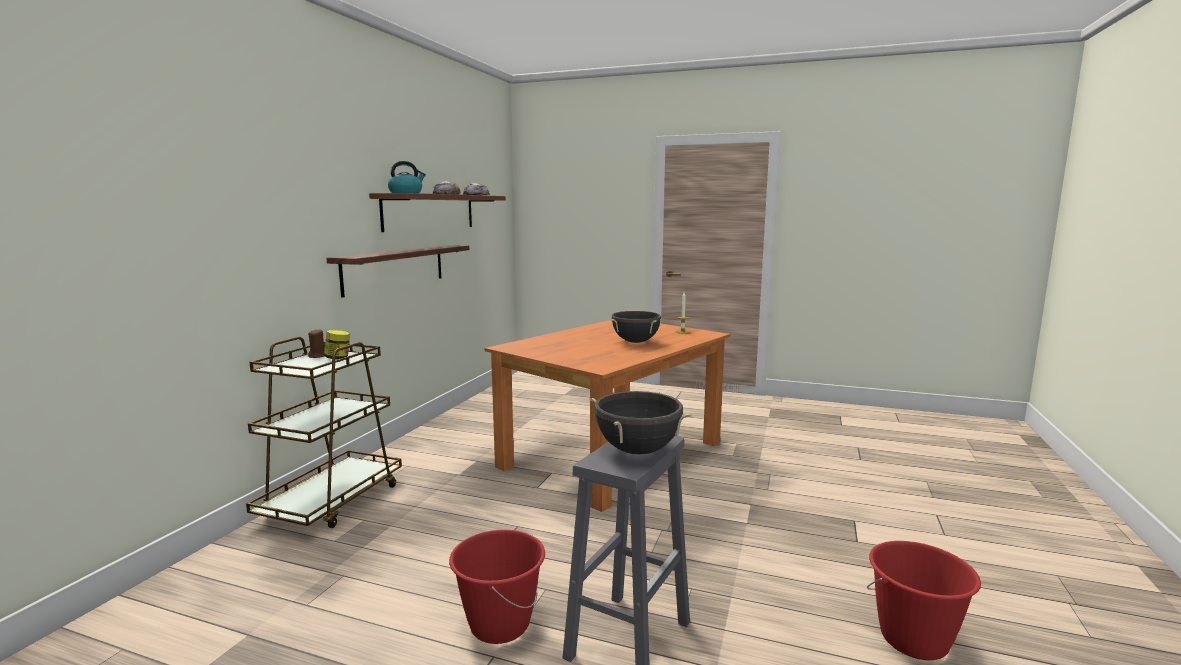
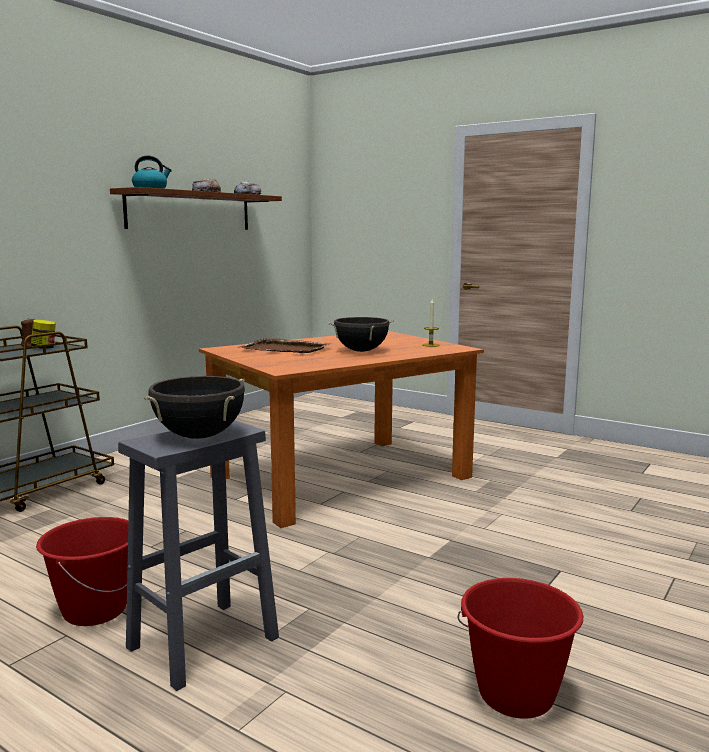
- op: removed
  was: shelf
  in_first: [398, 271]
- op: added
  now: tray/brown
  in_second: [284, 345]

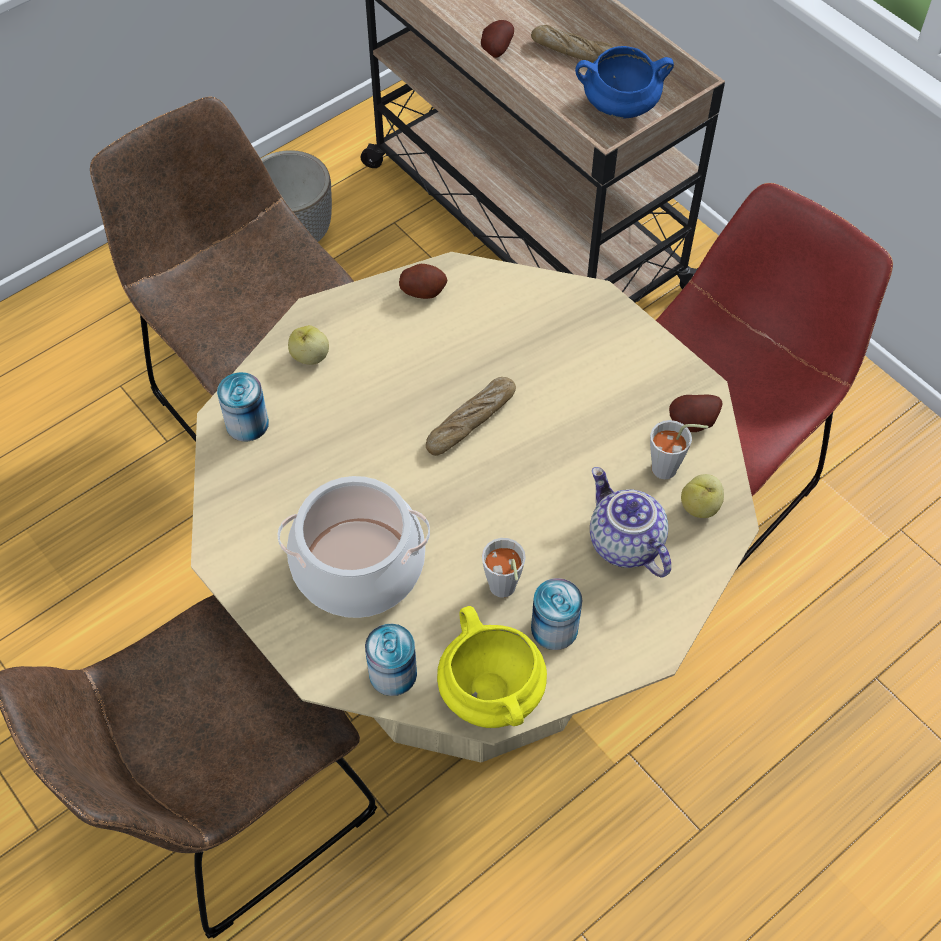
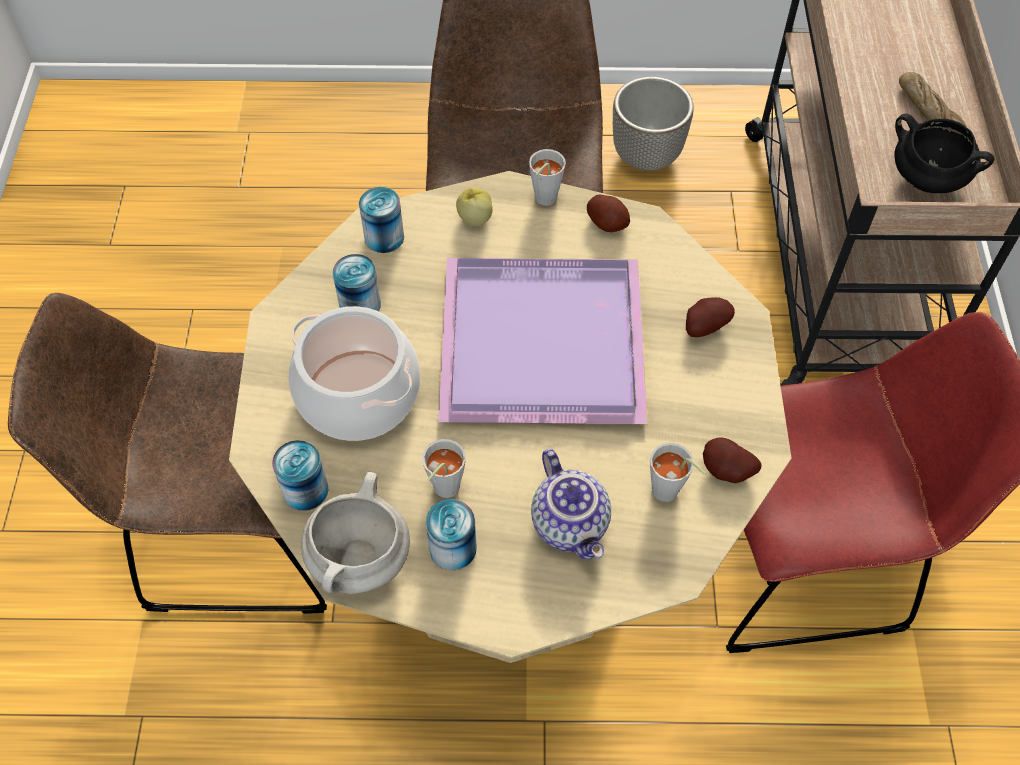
- op: replaced
  was: bread
  now: tray/purple
  in_first: [471, 416]
  in_second: [543, 341]
- op: recoloured
  was: cooking pot/yellow
  now: cooking pot/white
  in_first: [492, 667]
  in_second: [355, 533]
- op: moved
  was: potato
  in_first: [497, 39]
  in_second: [710, 317]
- op: recoloured
  was: cooking pot/blue
  now: cooking pot/black
  in_first: [624, 82]
  in_second: [945, 153]
- op: turned
  was: teapot
  in_first: [630, 522]
  in_second: [571, 504]
  clockwise: 150
- op: removed
  was: apple
  in_first: [702, 496]
- op: added
  now: can
  in_second: [356, 282]
- op: added
  now: cup/grey
  in_second: [547, 177]

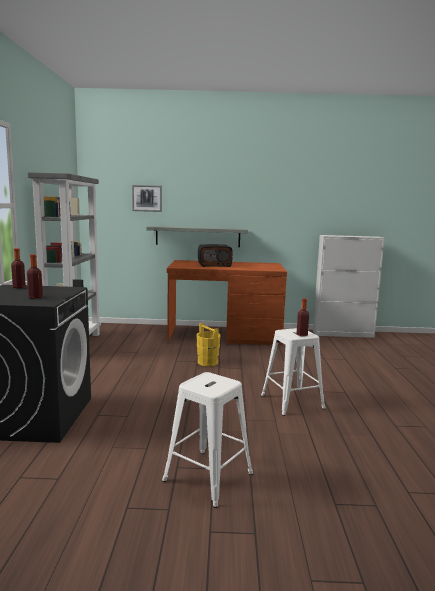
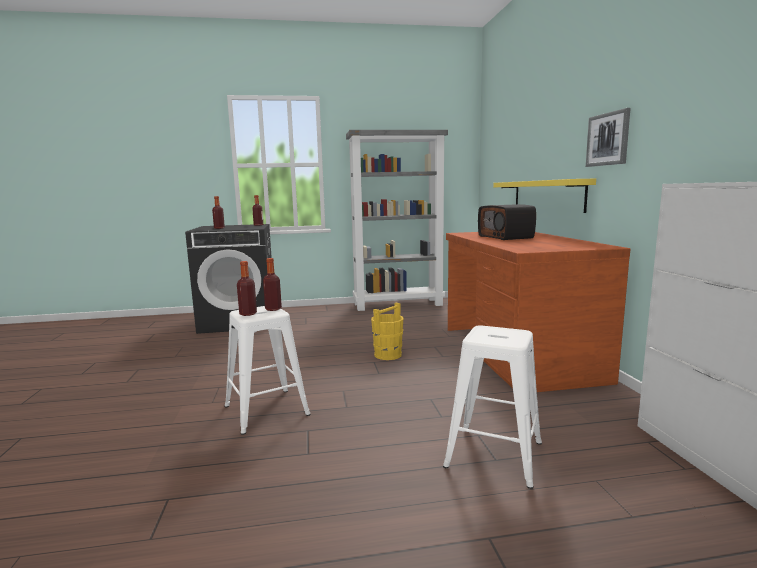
- op: moved
  was: picture
  in_first: [147, 198]
  in_second: [608, 137]
- op: recoloured
  was: shelf/grey
  now: shelf/yellow
  in_first: [197, 236]
  in_second: [544, 196]
- op: moved
  was: stool/white
  in_first: [207, 440]
  in_second: [492, 407]
- op: added
  now: bottle
  in_second: [272, 284]

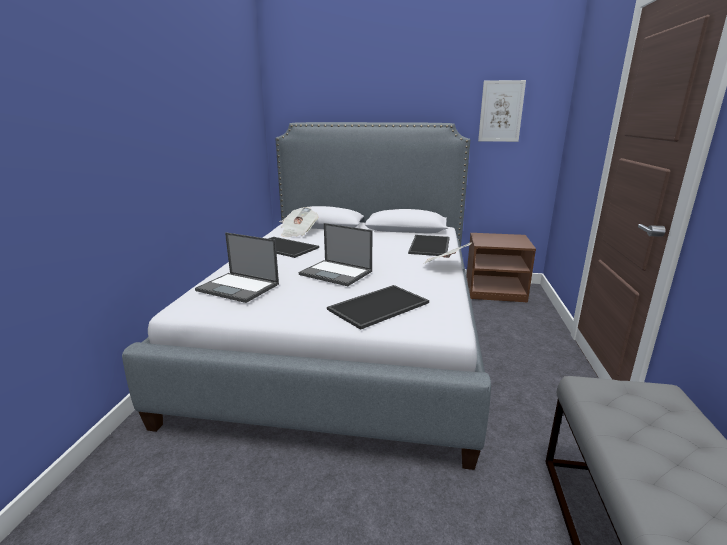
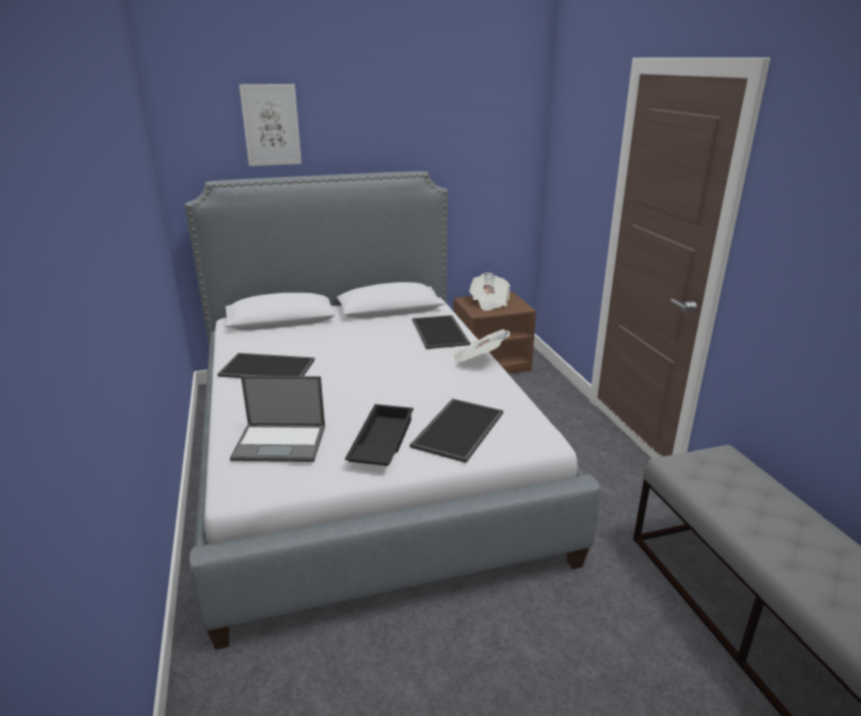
- op: moved
  was: newspaper
  in_first: [299, 222]
  in_second: [489, 292]
- op: removed
  was: laptop
  in_first: [336, 254]
- op: moved
  was: picture
  in_first: [502, 111]
  in_second: [270, 125]
- op: added
  now: tray/black
  in_second: [379, 435]

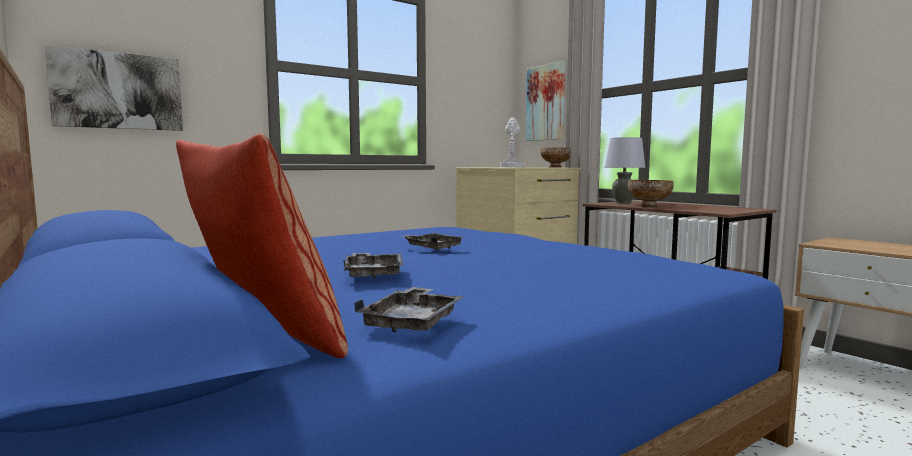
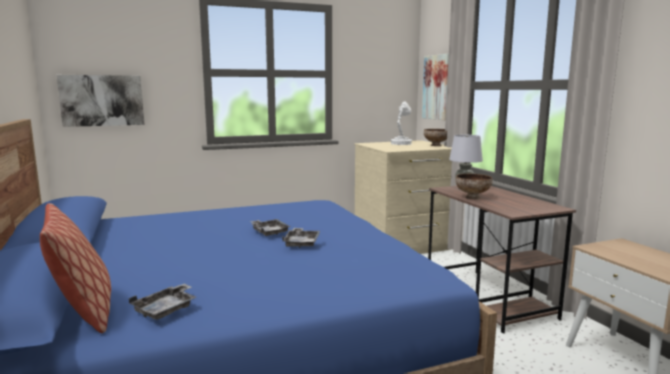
- op: moved
  was: tray/grey
  in_first: [373, 266]
  in_second: [301, 238]

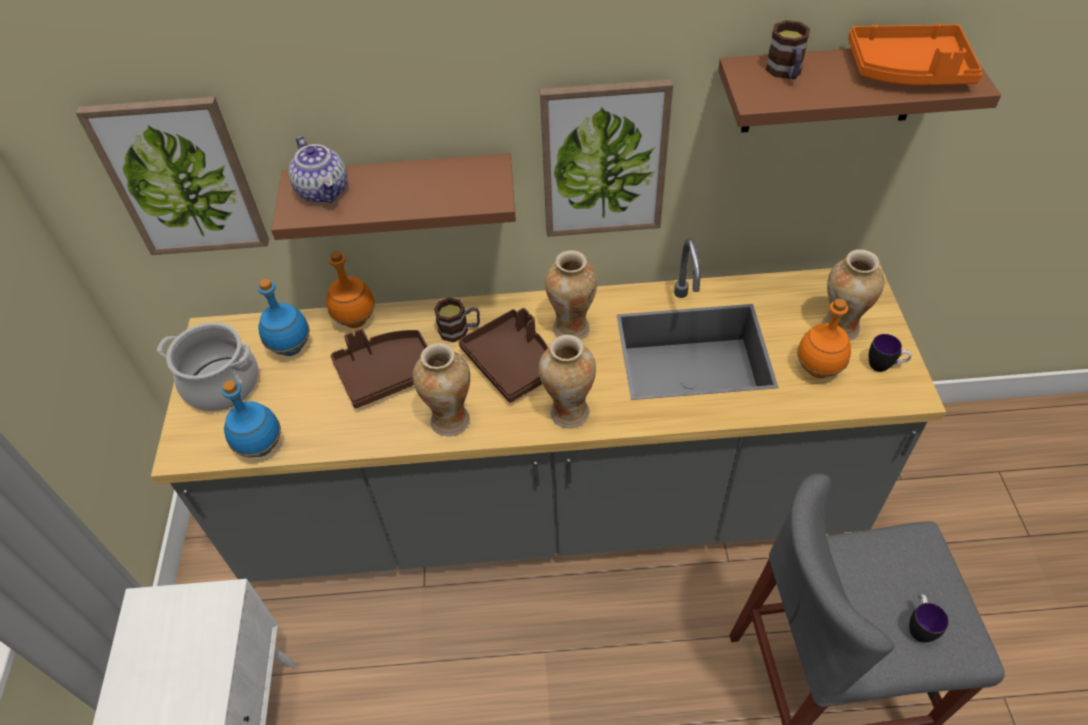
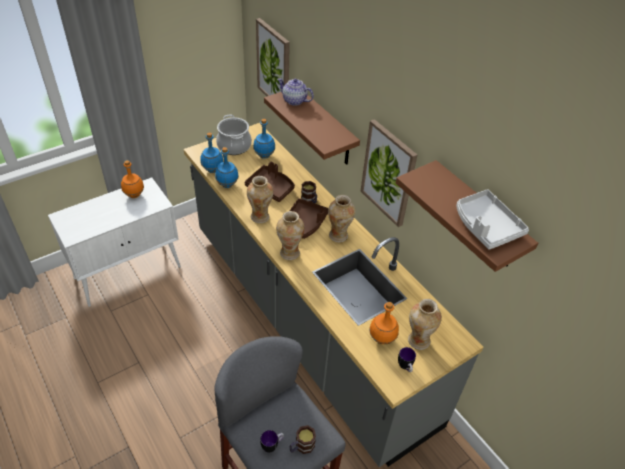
- op: turned
  was: teapot
  in_first: [318, 169]
  in_second: [295, 92]
  clockwise: 90
- op: moved
  was: bottle/orange
  in_first: [350, 289]
  in_second: [132, 179]
- op: moved
  was: mug
  in_first: [788, 49]
  in_second: [303, 439]
- op: recoloured
  was: tray/orange
  now: tray/grey
  in_first: [915, 54]
  in_second: [492, 219]
- op: added
  now: bottle/blue
  in_second: [227, 167]

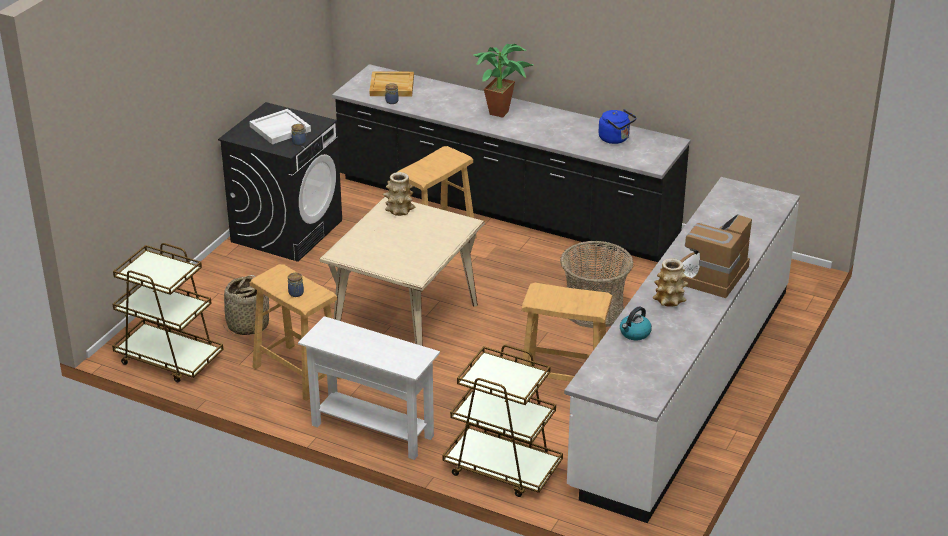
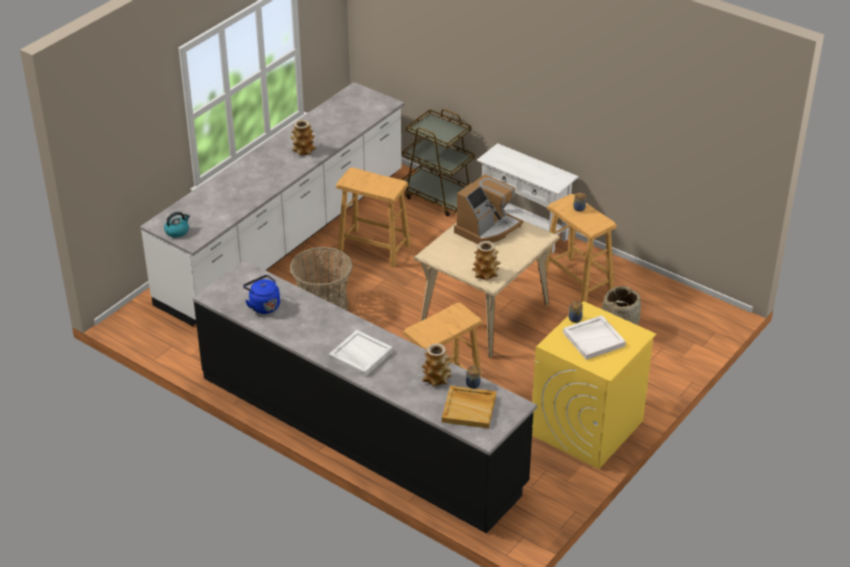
- op: removed
  was: cart/brown
  in_first: [168, 313]
- op: recoloured
  was: washing machine/black
  now: washing machine/yellow
  in_first: [280, 182]
  in_second: [594, 385]
- op: replaced
  was: potted plant
  now: tray/white
  in_first: [503, 81]
  in_second: [361, 353]
- op: moved
  was: kettle
  in_first: [636, 323]
  in_second: [177, 225]
- op: moved
  was: coffee machine
  in_first: [716, 256]
  in_second: [488, 209]
- op: added
  now: vase
  in_second: [437, 365]

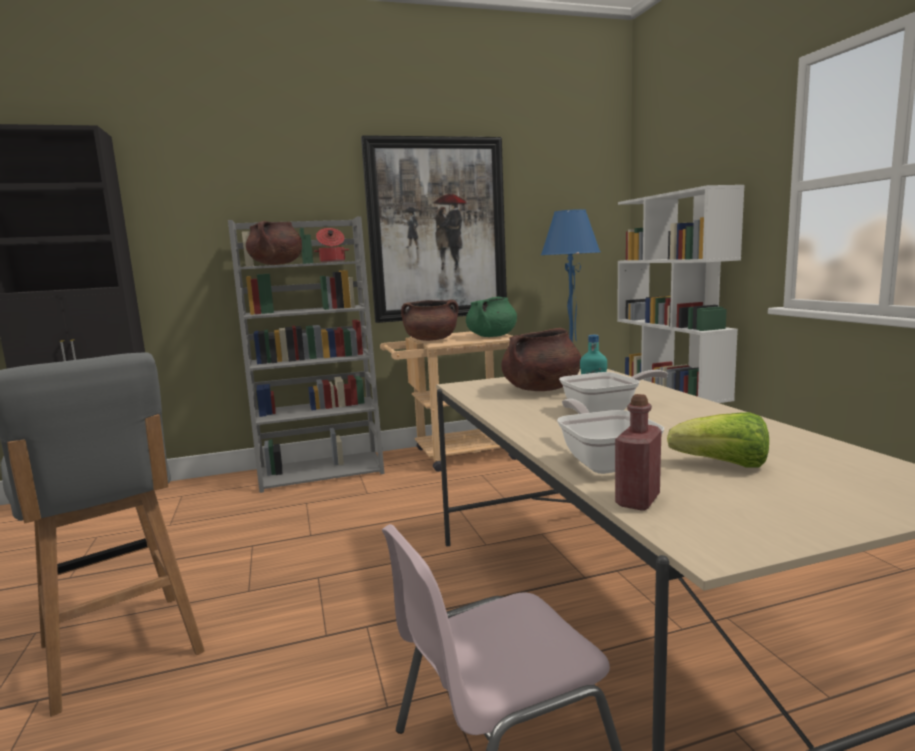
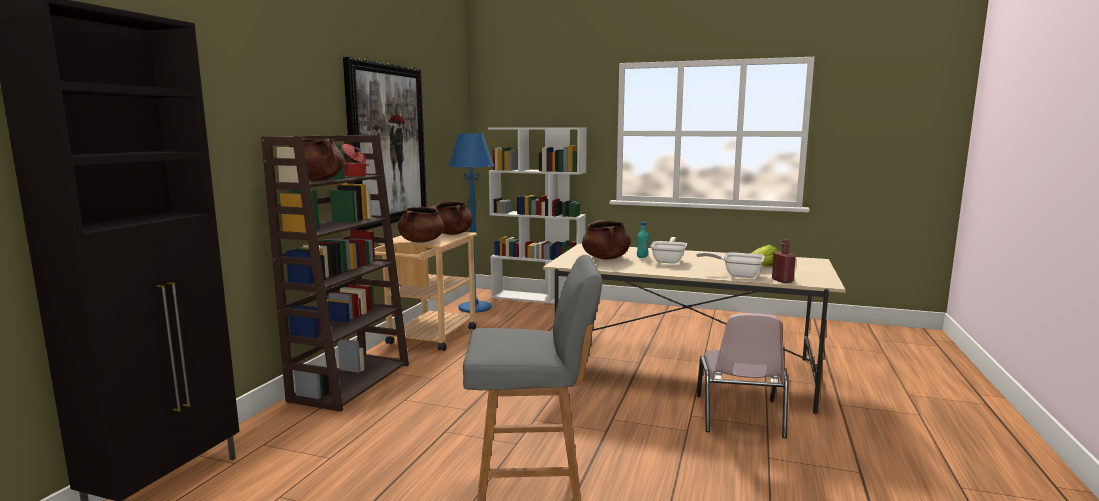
- op: recoloured
  was: bookcase/grey
  now: bookcase/brown
  in_first: [306, 354]
  in_second: [335, 273]
- op: recoloured
  was: cooking pot/green
  now: cooking pot/brown
  in_first: [491, 317]
  in_second: [453, 218]

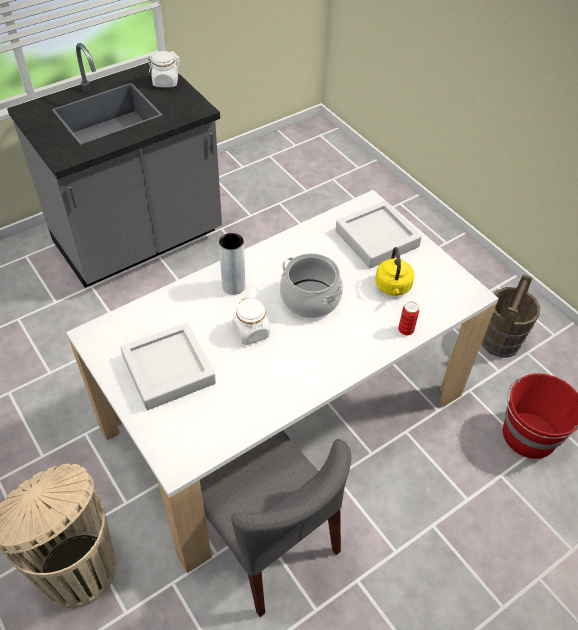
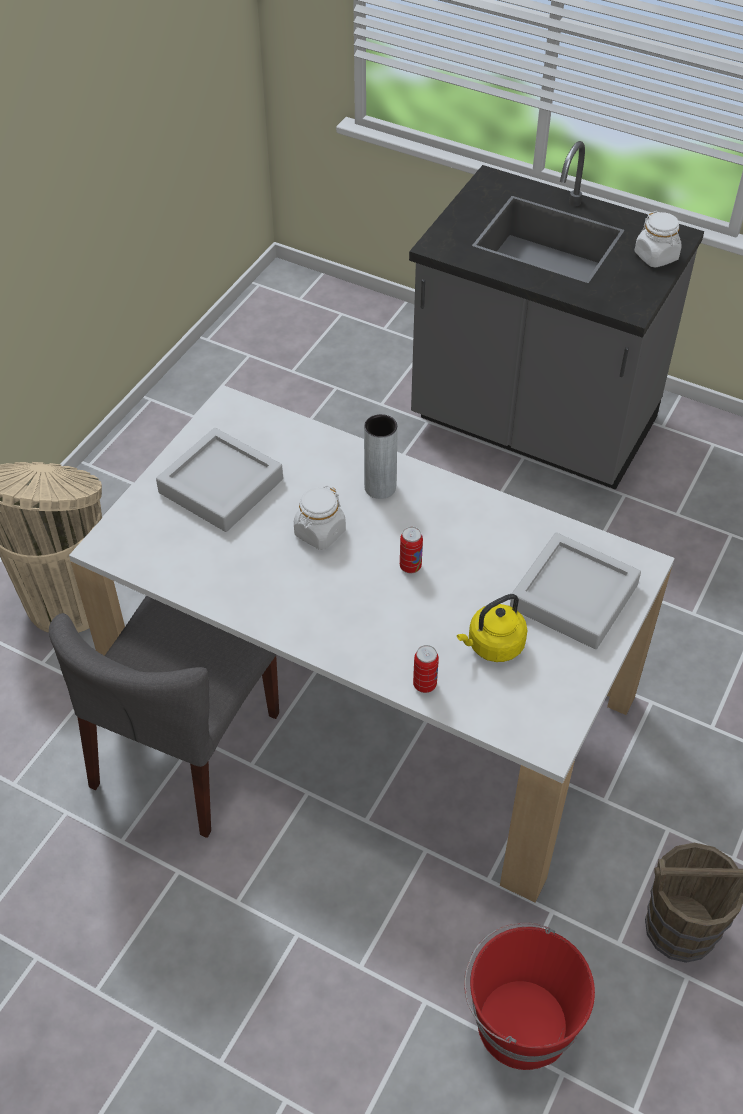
- op: replaced
  was: cooking pot
  now: can
  in_first: [311, 285]
  in_second: [411, 550]

